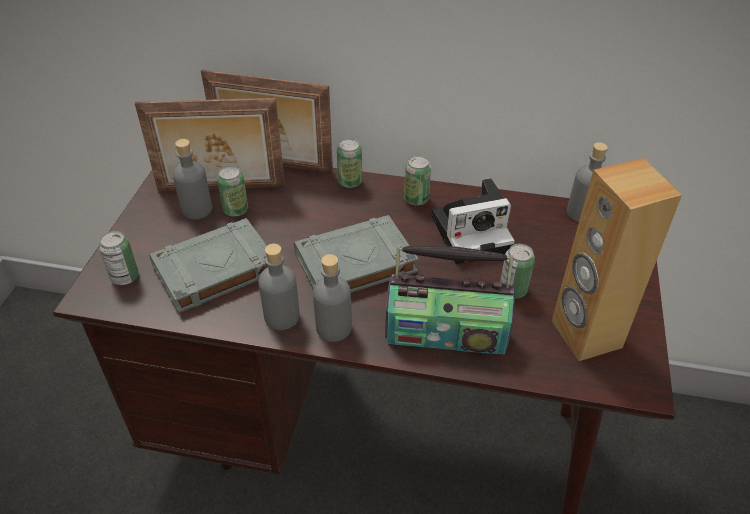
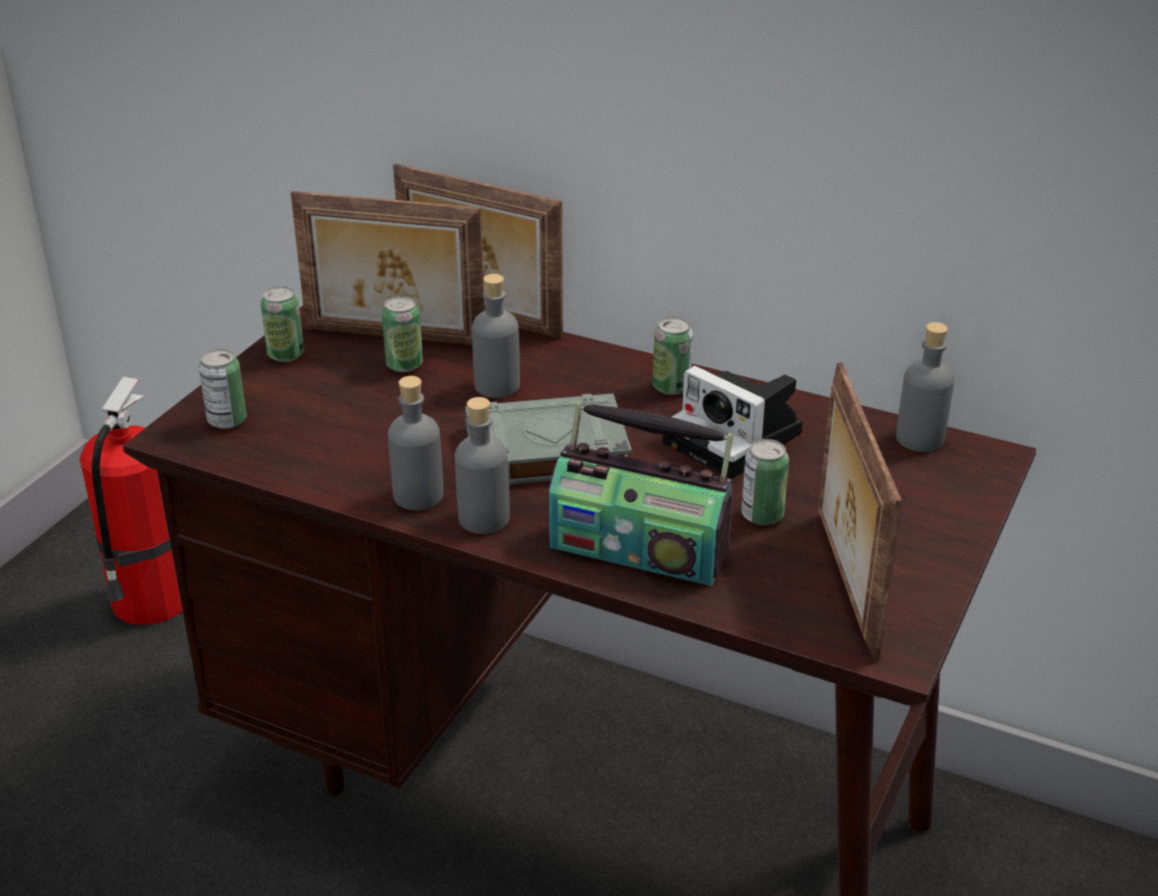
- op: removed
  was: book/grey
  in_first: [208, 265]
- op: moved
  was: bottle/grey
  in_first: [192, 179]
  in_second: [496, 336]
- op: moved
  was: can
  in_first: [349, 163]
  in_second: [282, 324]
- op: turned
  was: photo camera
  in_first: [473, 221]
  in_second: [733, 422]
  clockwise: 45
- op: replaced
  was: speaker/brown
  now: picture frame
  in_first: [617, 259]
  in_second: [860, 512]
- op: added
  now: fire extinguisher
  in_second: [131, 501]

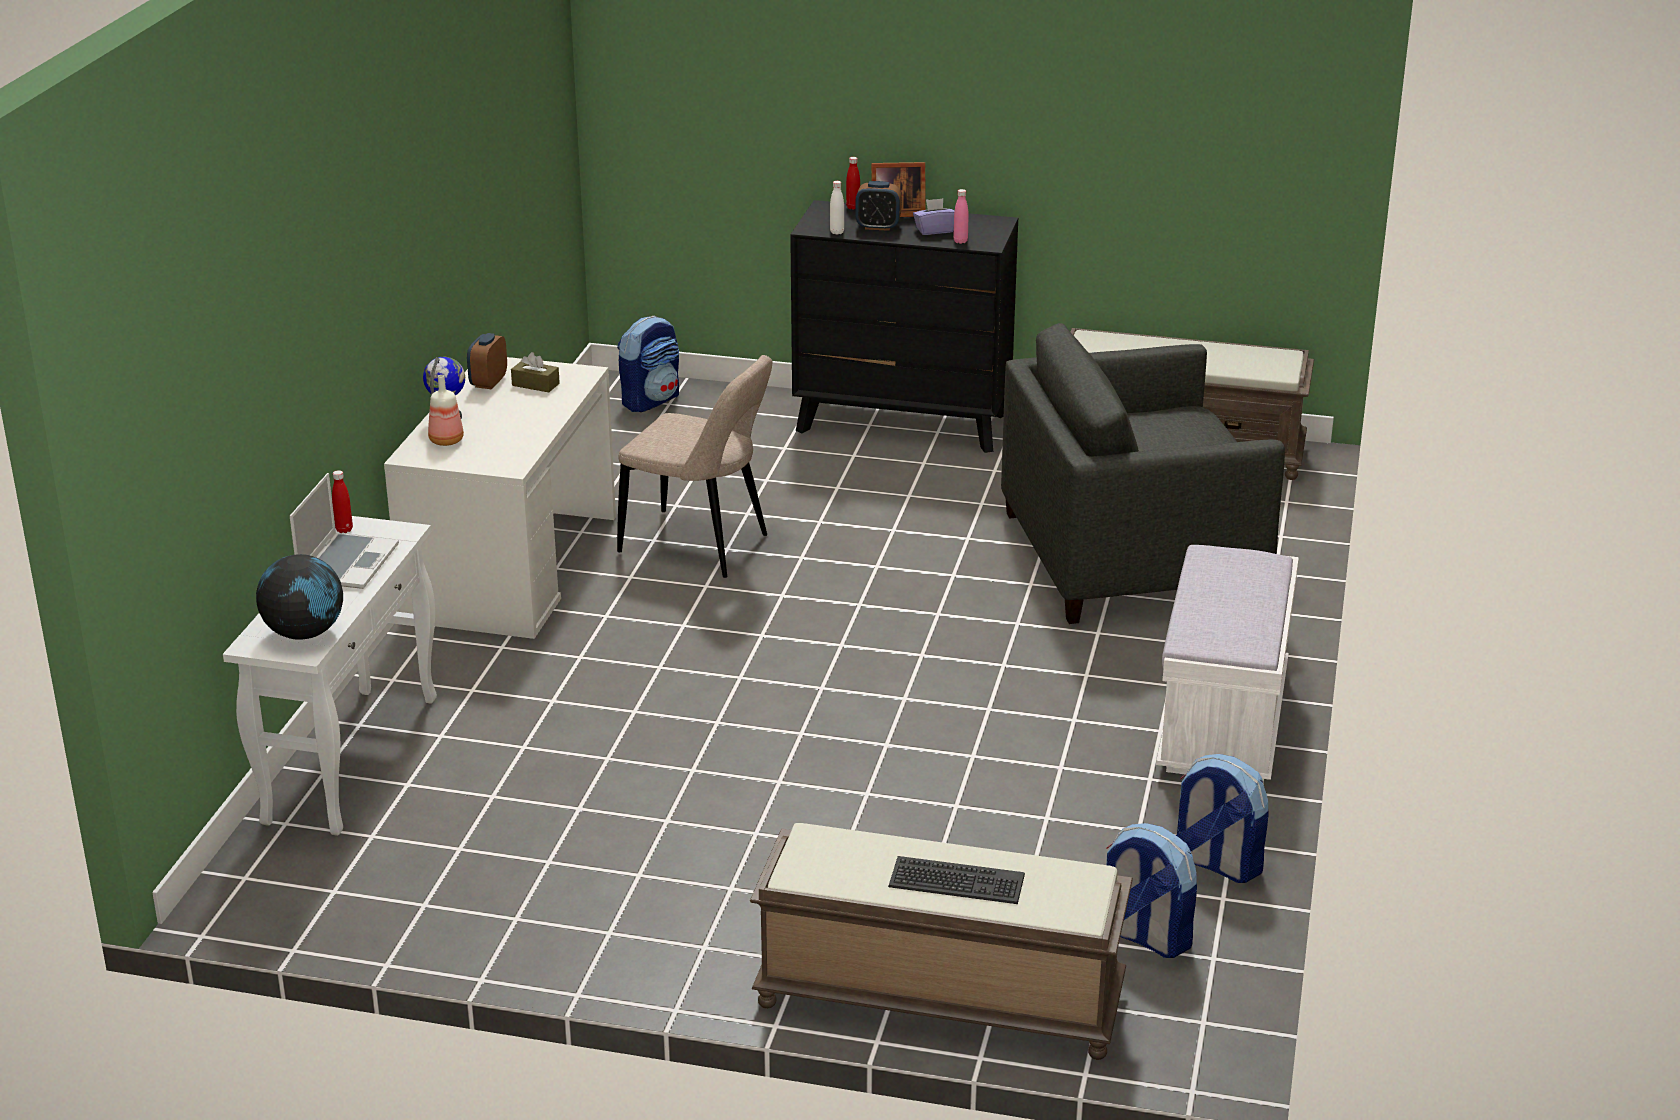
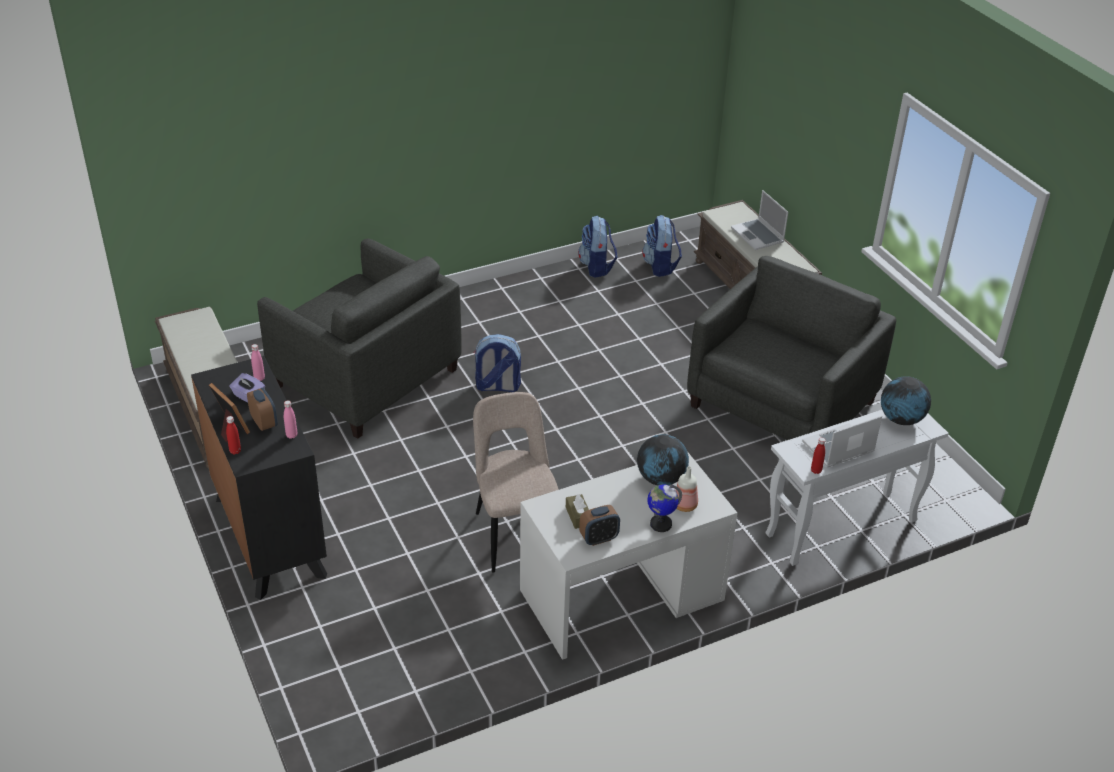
- op: moved
  was: backpack
  in_first: [648, 364]
  in_second: [497, 363]
- op: recoloured
  was: bottle/white
  now: bottle/pink
  in_first: [837, 208]
  in_second: [290, 420]
- op: replaced
  was: keyboard
  now: laptop
  in_first: [956, 880]
  in_second: [759, 220]
- op: removed
  was: bench/white
  in_first: [1227, 664]
- op: added
  now: globe
  in_second: [663, 459]
- op: added
  now: armchair/grey
  in_second: [791, 348]

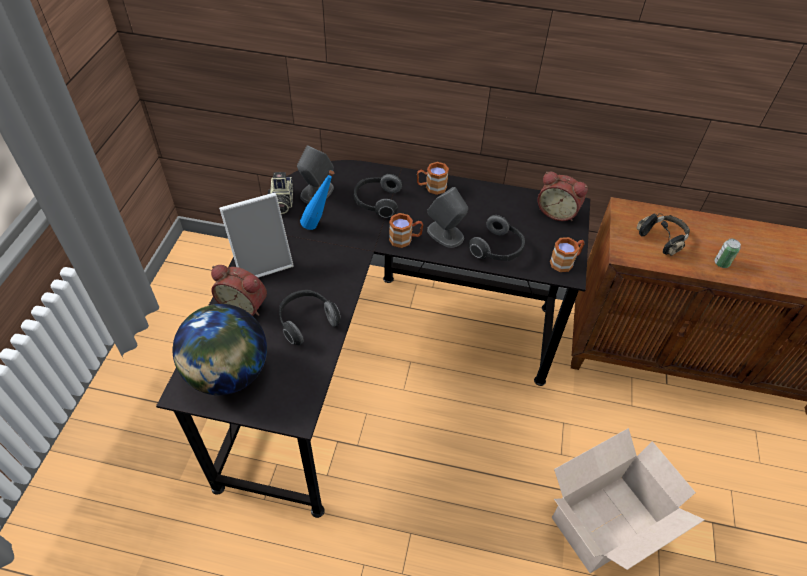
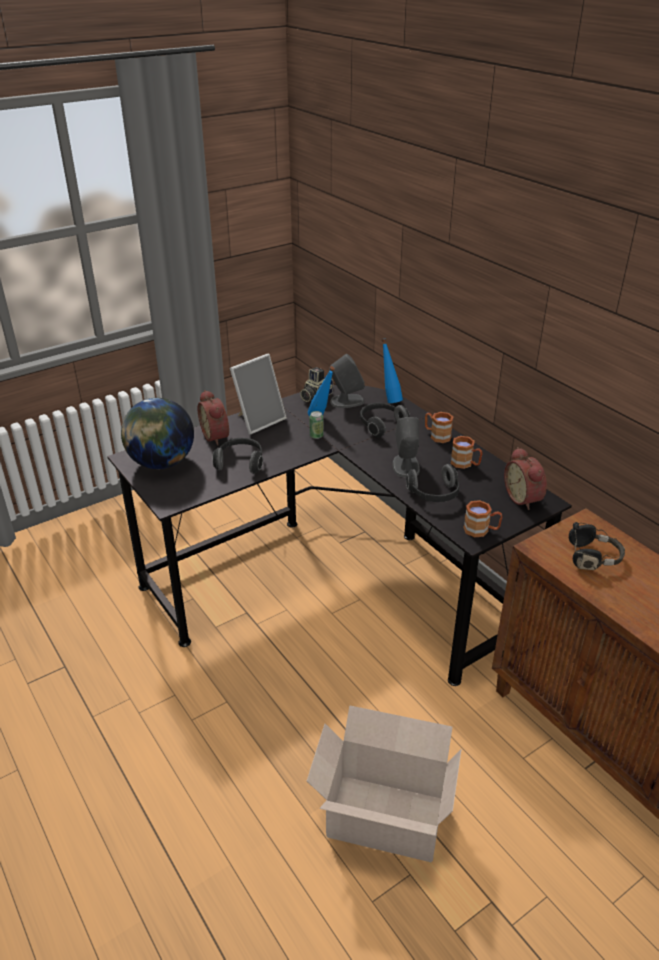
- op: turned
  was: picture frame
  in_first: [256, 235]
  in_second: [258, 394]
  clockwise: -60
- op: moved
  was: mug/brown
  in_first: [406, 230]
  in_second: [467, 452]
- op: moved
  was: can
  in_first: [727, 253]
  in_second: [316, 425]
- op: added
  now: bottle/blue
  in_second: [392, 370]

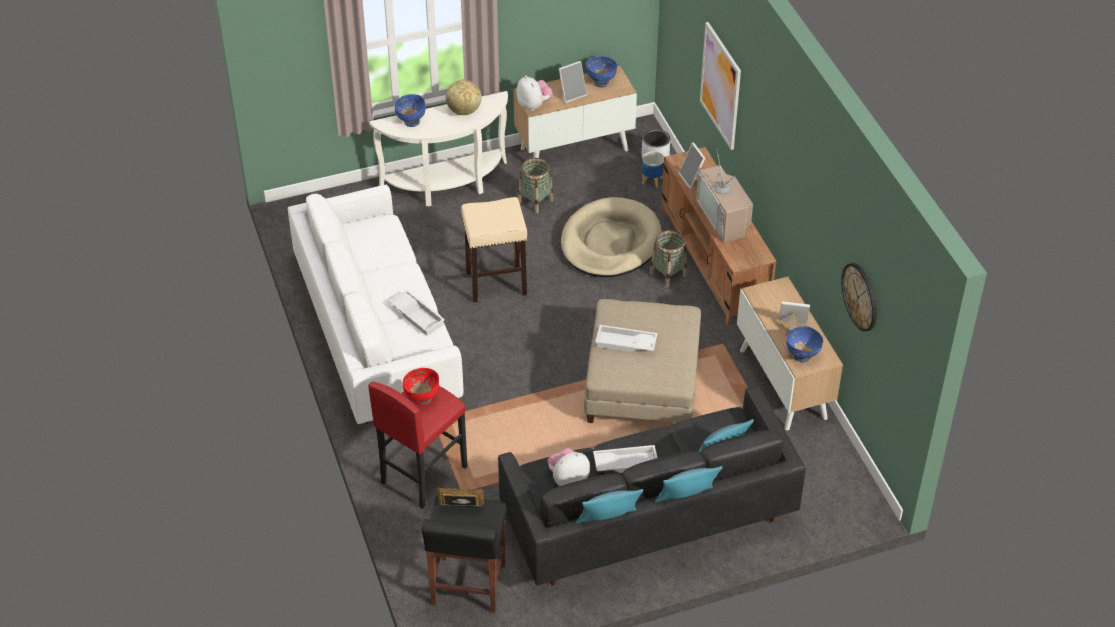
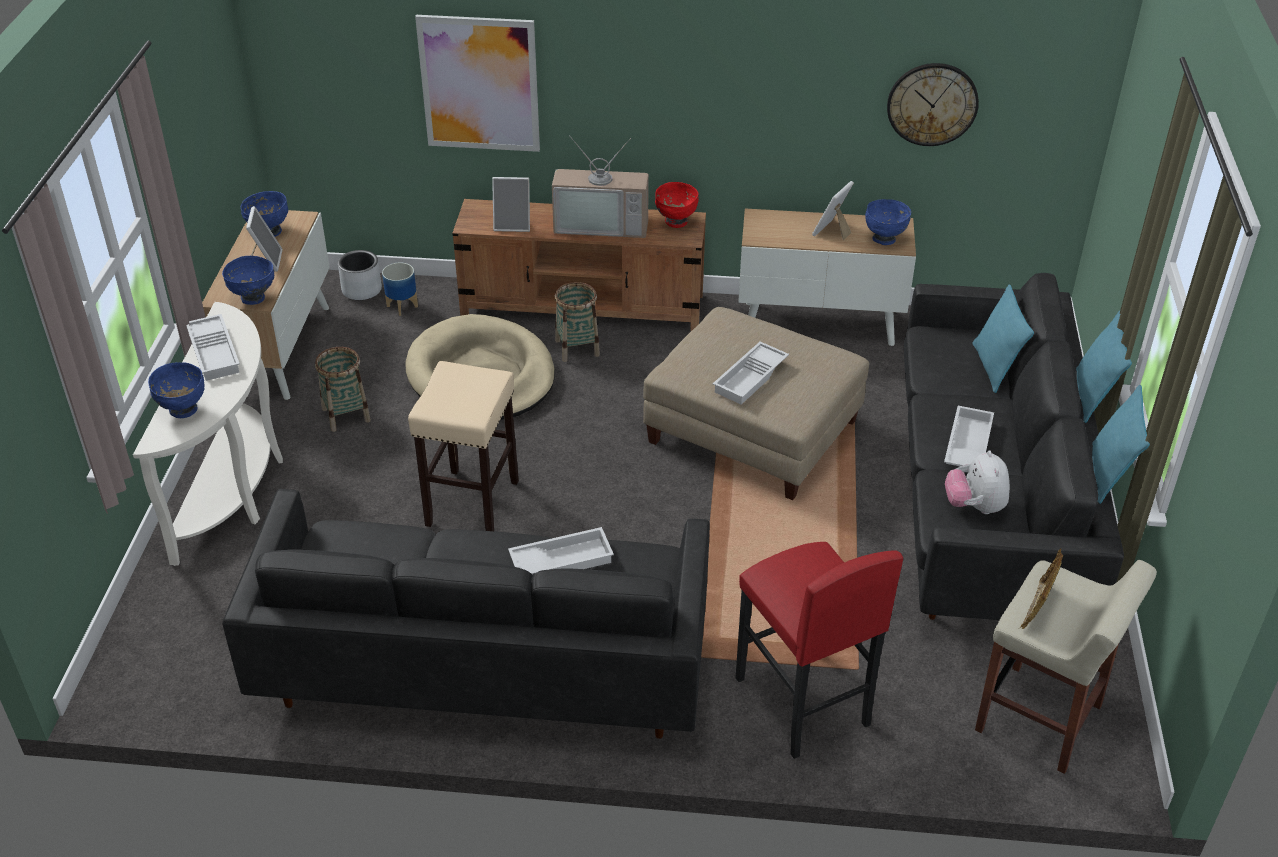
- op: recoloured
  was: sofa/white
  now: sofa/black
  in_first: [376, 304]
  in_second: [466, 614]
- op: moved
  was: bowl/red
  in_first: [421, 386]
  in_second: [677, 205]
- op: recoloured
  was: stool/black
  now: stool/beige
  in_first: [464, 554]
  in_second: [1066, 667]
- op: replaced
  was: globe
  now: tray/white
  in_first: [464, 97]
  in_second: [213, 347]
- op: replaced
  was: plush toy
  now: bowl/blue
  in_first: [535, 93]
  in_second: [248, 280]

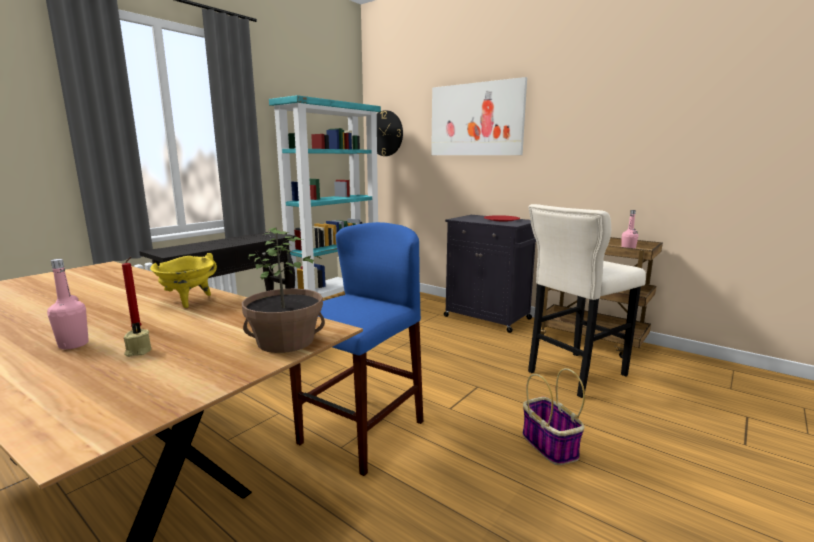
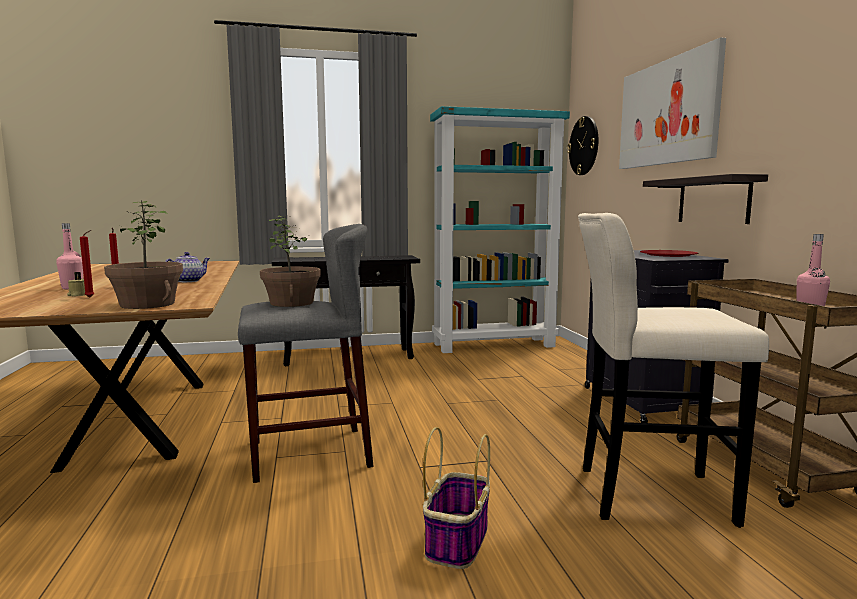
- op: replaced
  was: cooking pot/yellow
  now: teapot
  in_first: [183, 280]
  in_second: [187, 267]
- op: recoloured
  was: stool/blue
  now: stool/grey
  in_first: [356, 349]
  in_second: [306, 353]
- op: added
  now: candle/red
  in_second: [87, 264]
- op: added
  now: potted plant
  in_second: [290, 261]
- op: added
  now: shelf
  in_second: [705, 199]

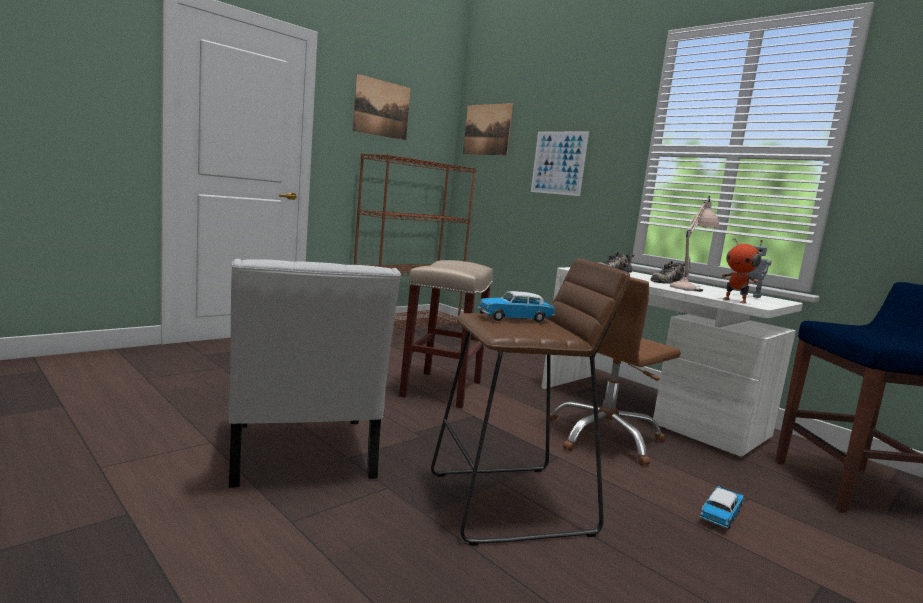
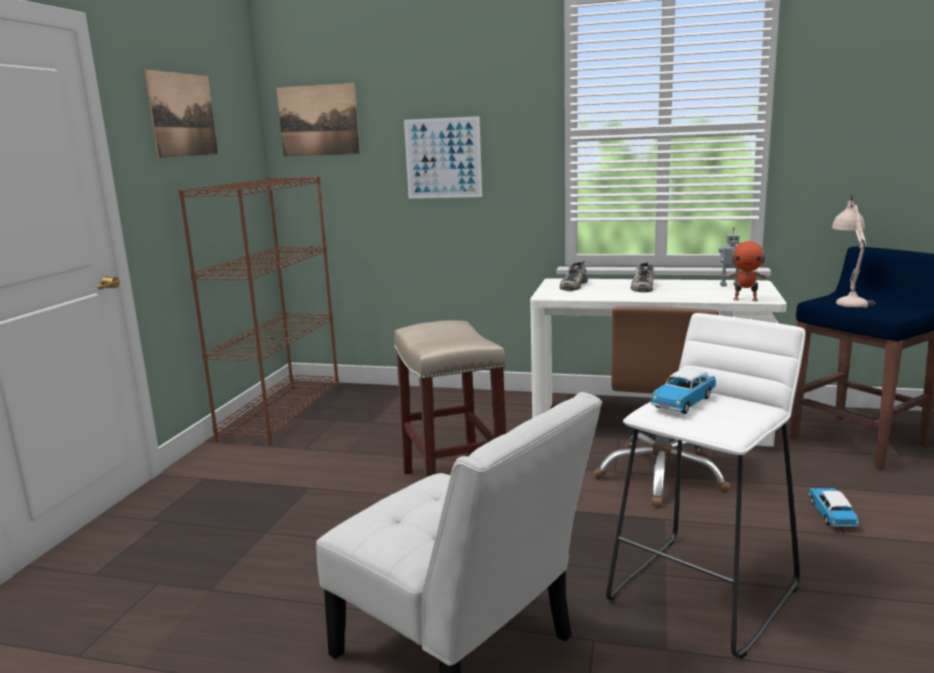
- op: recoloured
  was: stool/brown
  now: stool/white
  in_first: [530, 402]
  in_second: [706, 486]
- op: moved
  was: table lamp/beige
  in_first: [694, 244]
  in_second: [854, 251]

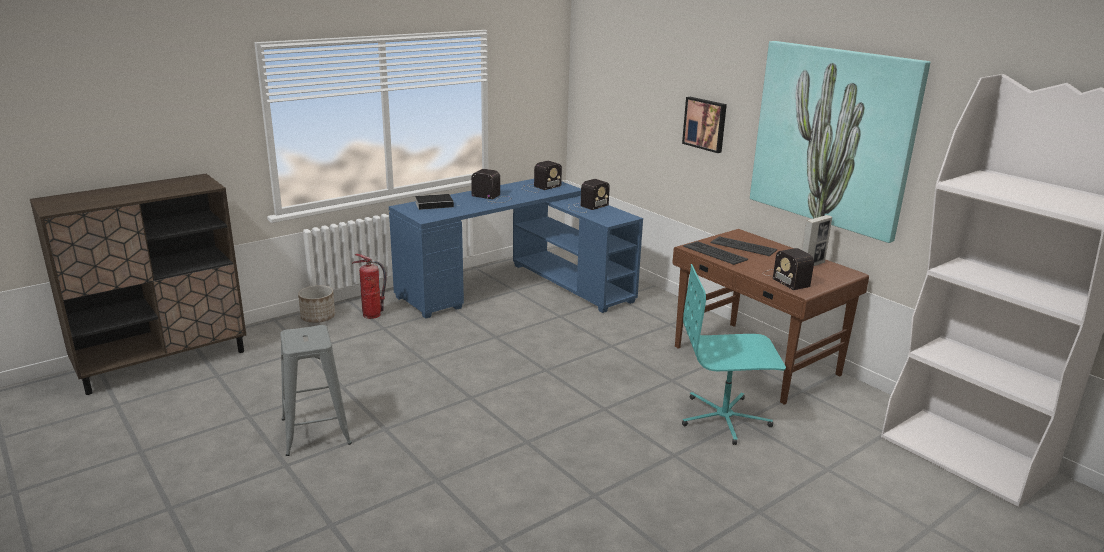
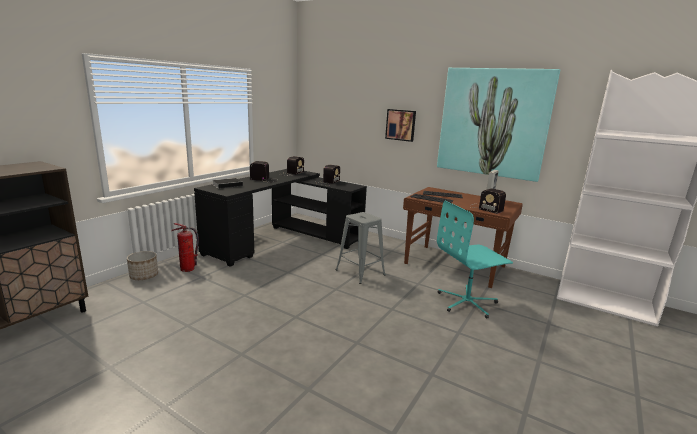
- op: moved
  was: stool/grey
  in_first: [316, 390]
  in_second: [360, 248]
- op: recoloured
  was: desk/blue
  now: desk/black
  in_first: [516, 249]
  in_second: [280, 218]

